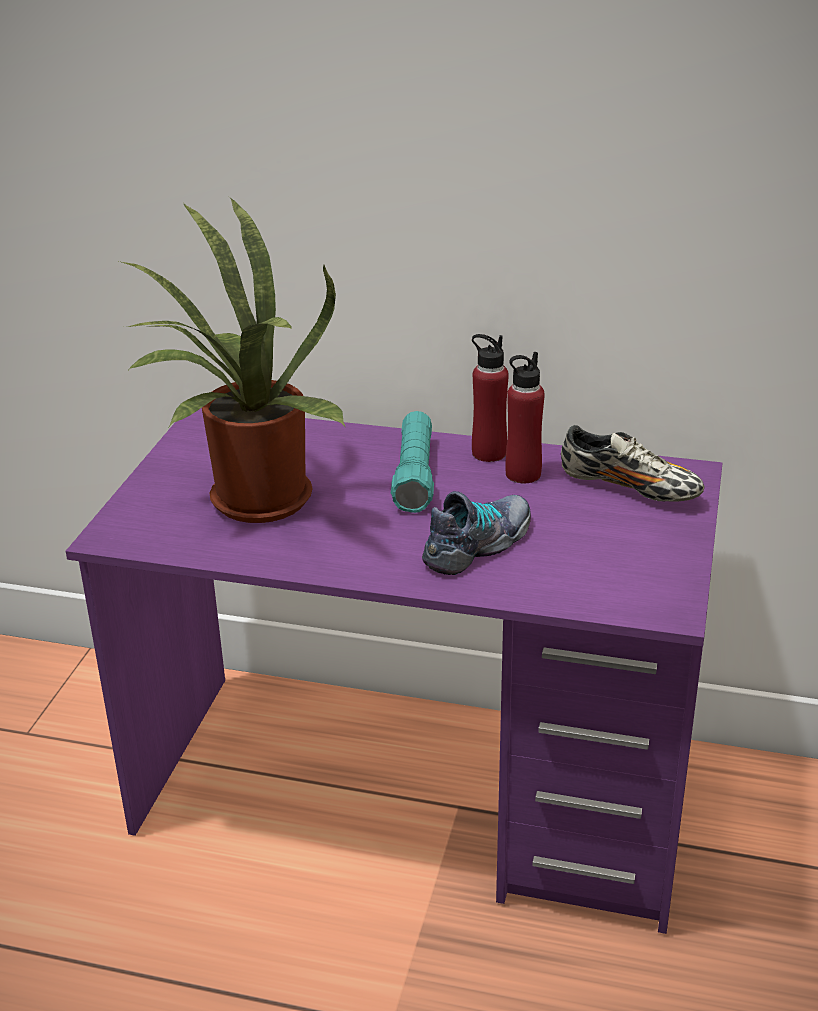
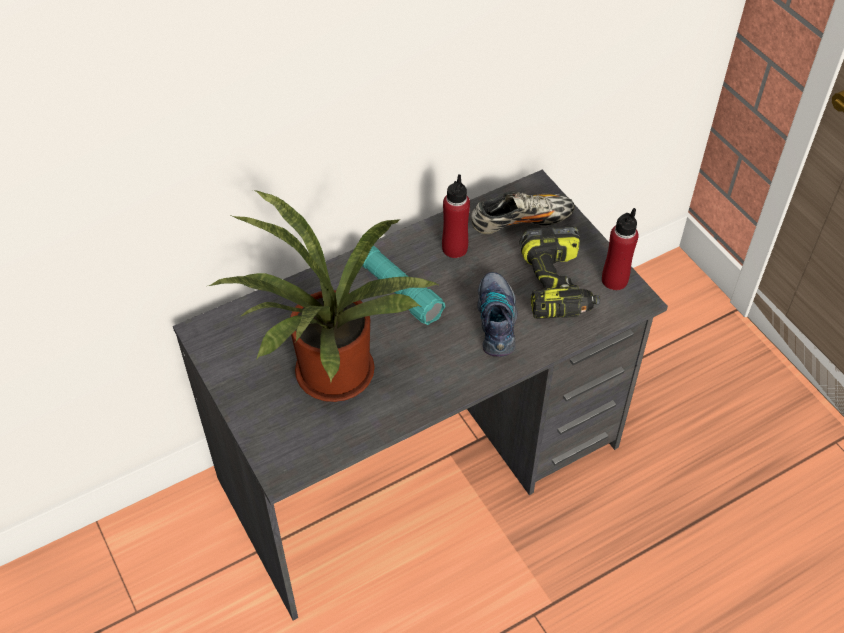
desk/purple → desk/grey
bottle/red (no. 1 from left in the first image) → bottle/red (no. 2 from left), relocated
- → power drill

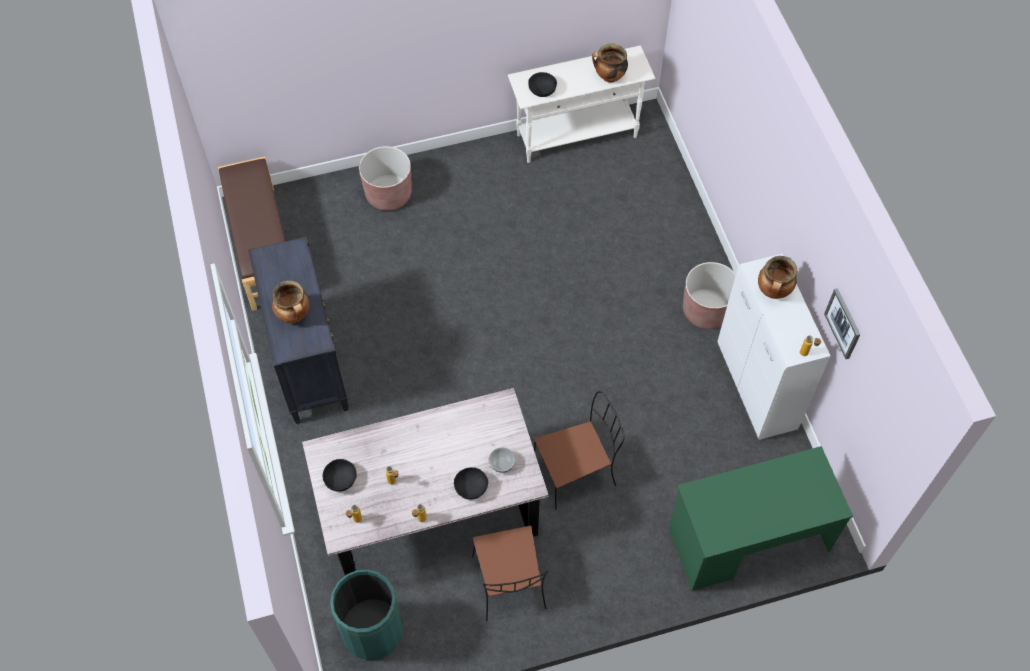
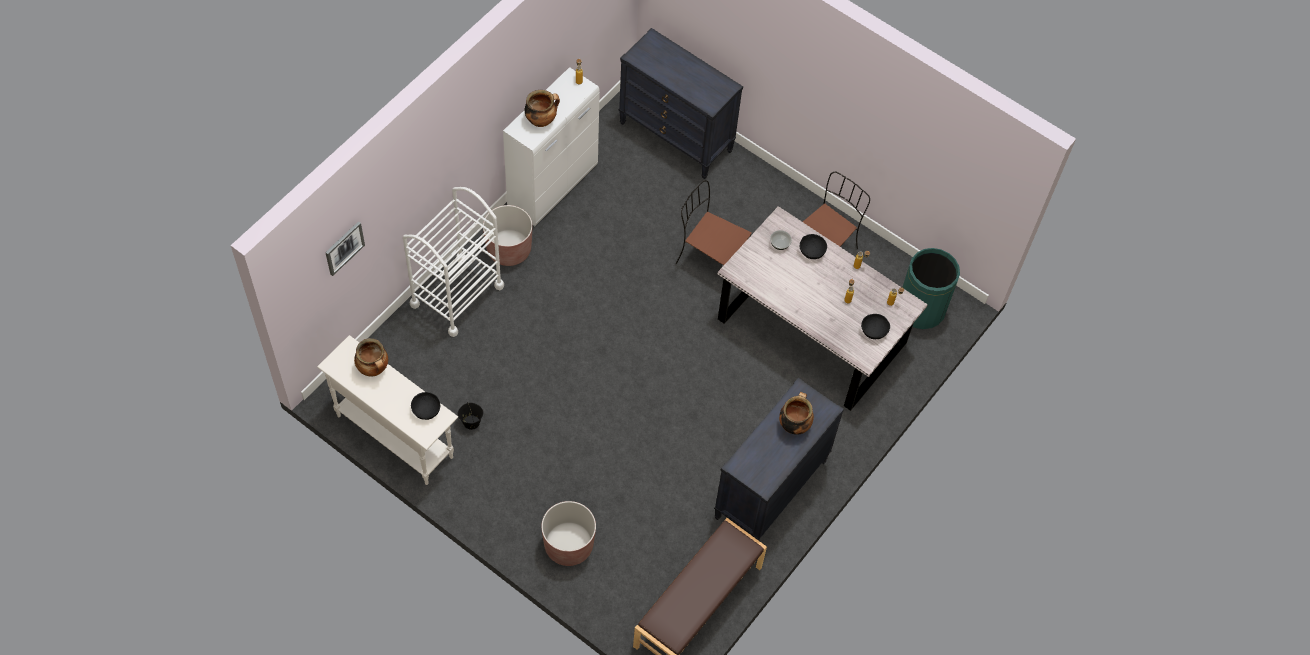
desk/green → dresser/black (no. 1 from left)
picture, relocated
- → cart/white
- → bucket/black

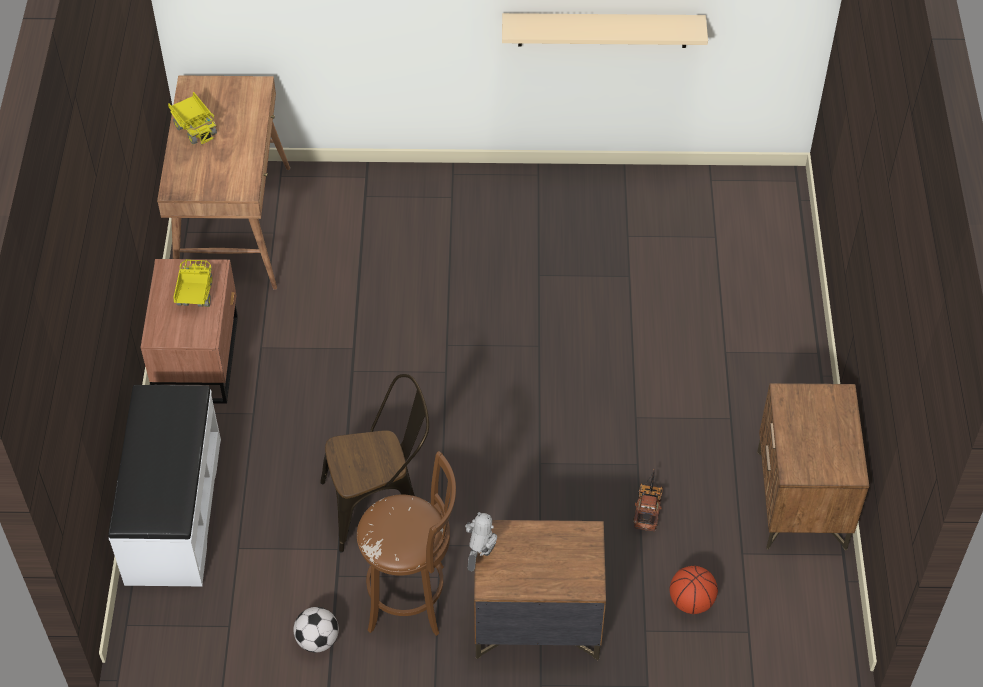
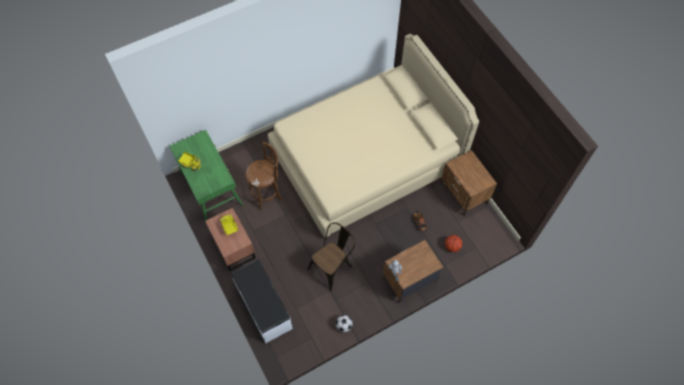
desk/brown → desk/green
stool/brown, relocated
shelf/beige → -
- → bed/beige

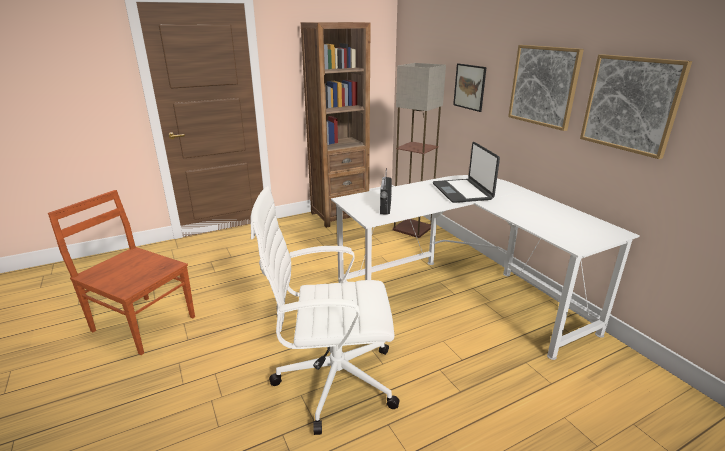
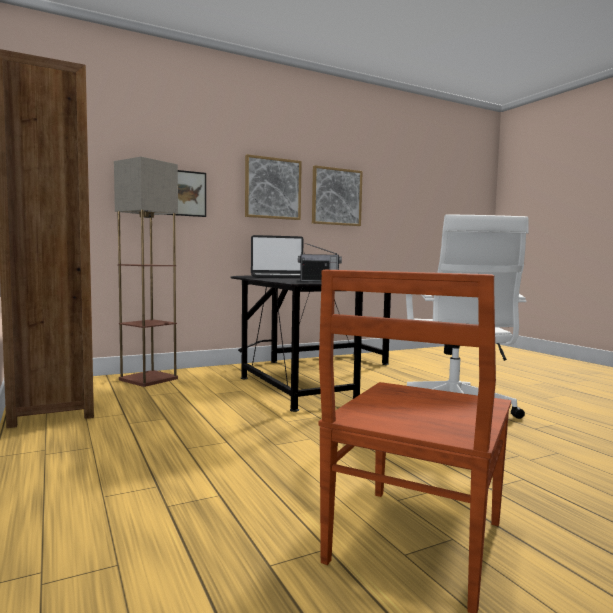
desk/white → desk/black

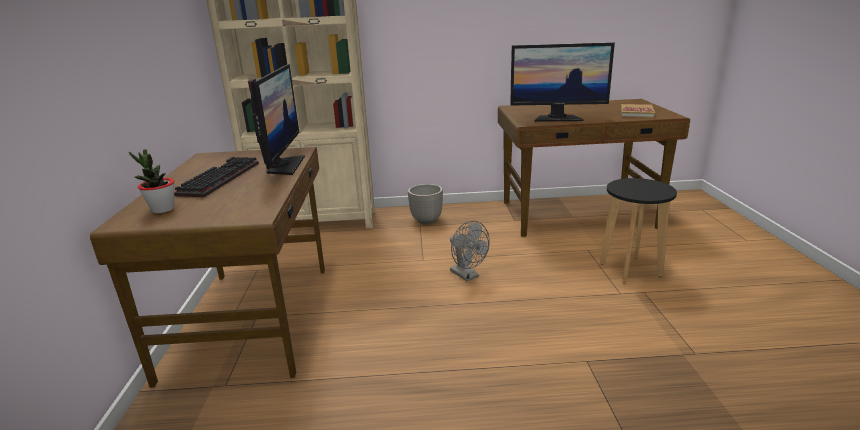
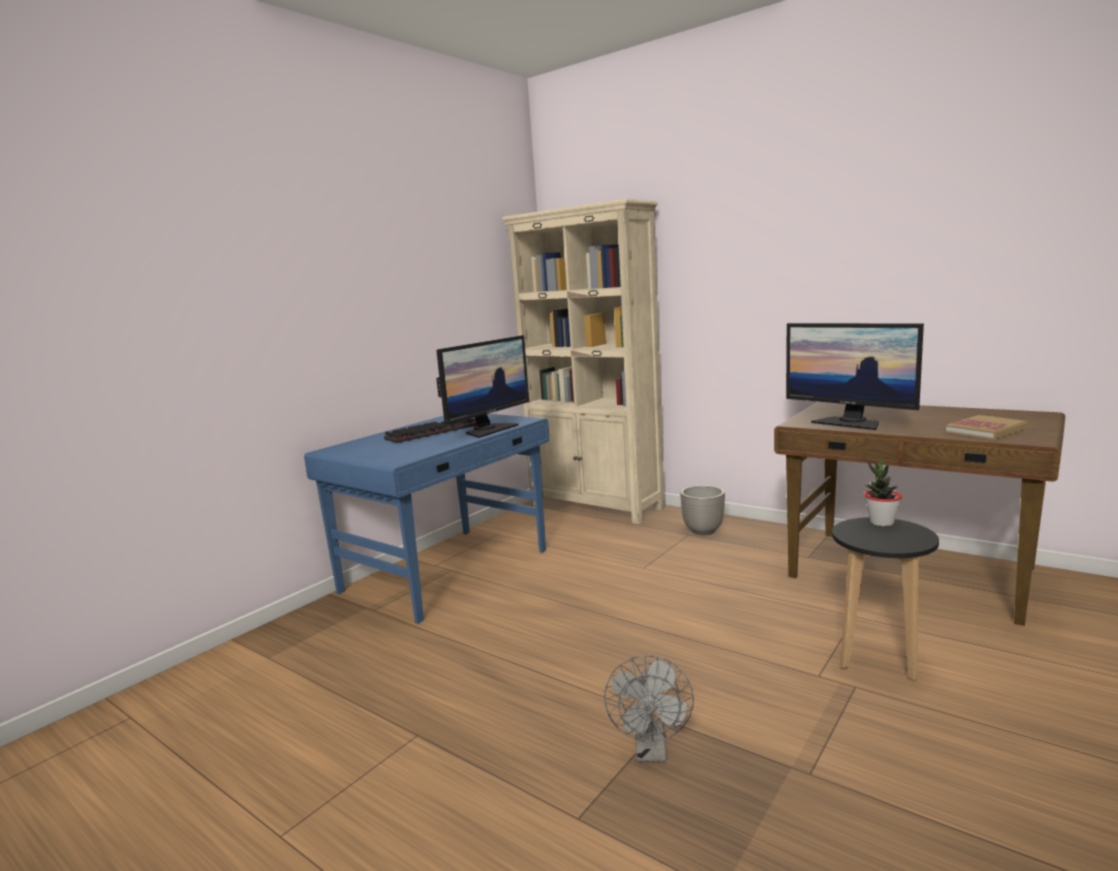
desk/brown (no. 1 from left) → desk/blue
potted plant, relocated
fan/grey, relocated

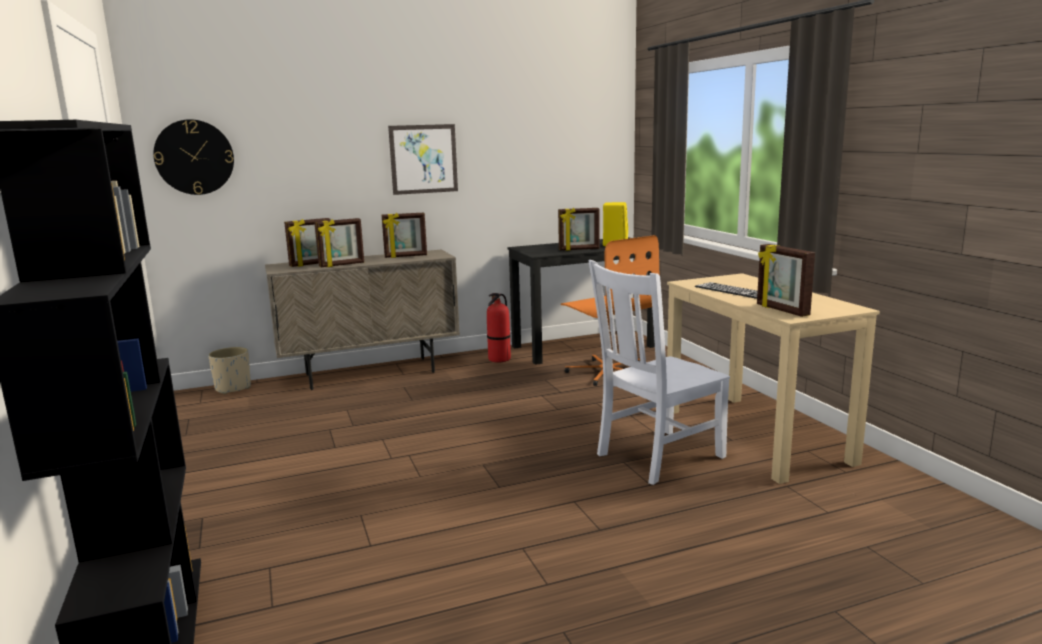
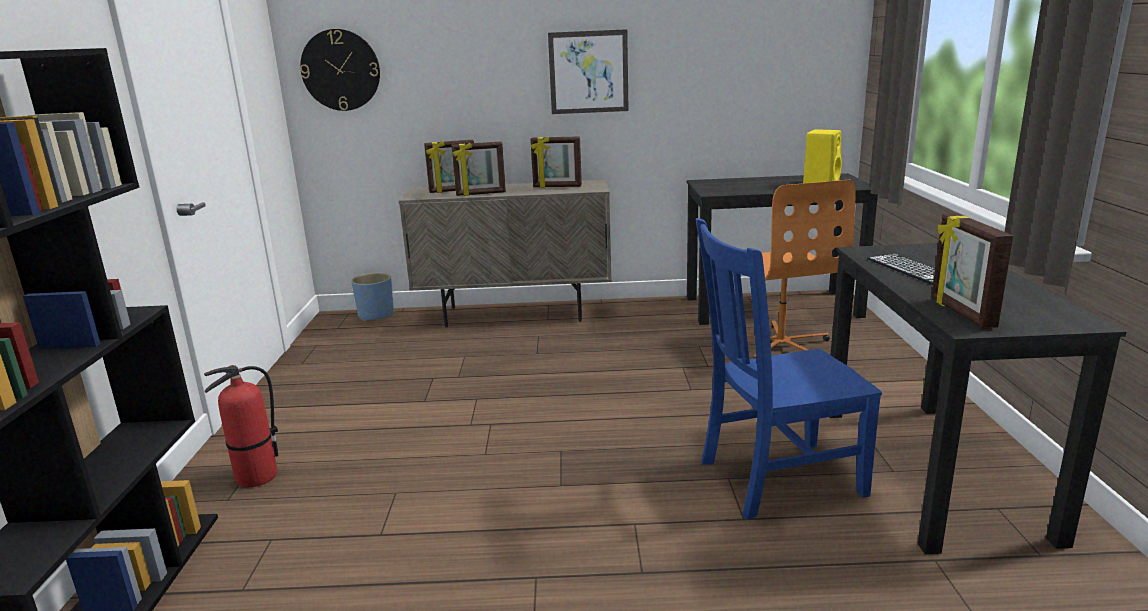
planter/beige → planter/blue
fire extinguisher, relocated
picture frame (no. 4 from left) → -
chair/white → chair/blue
desk/beige → desk/black (no. 2 from left)

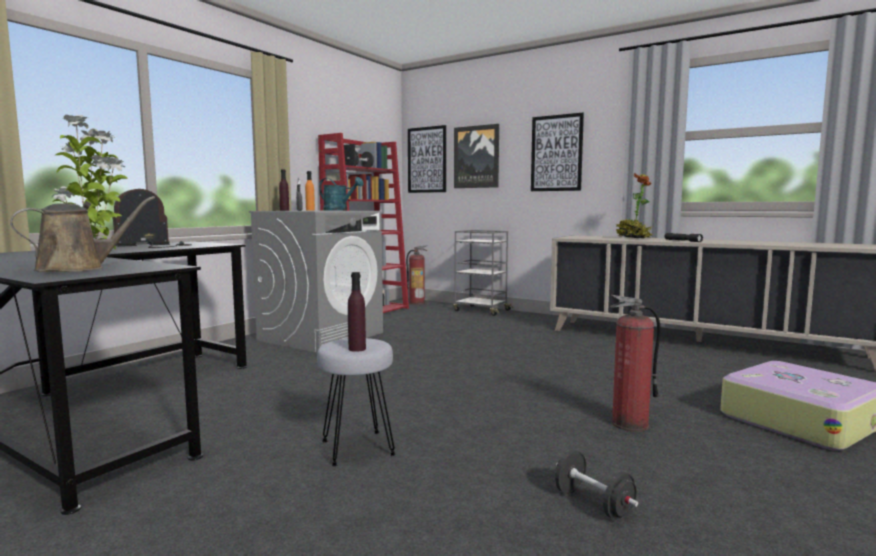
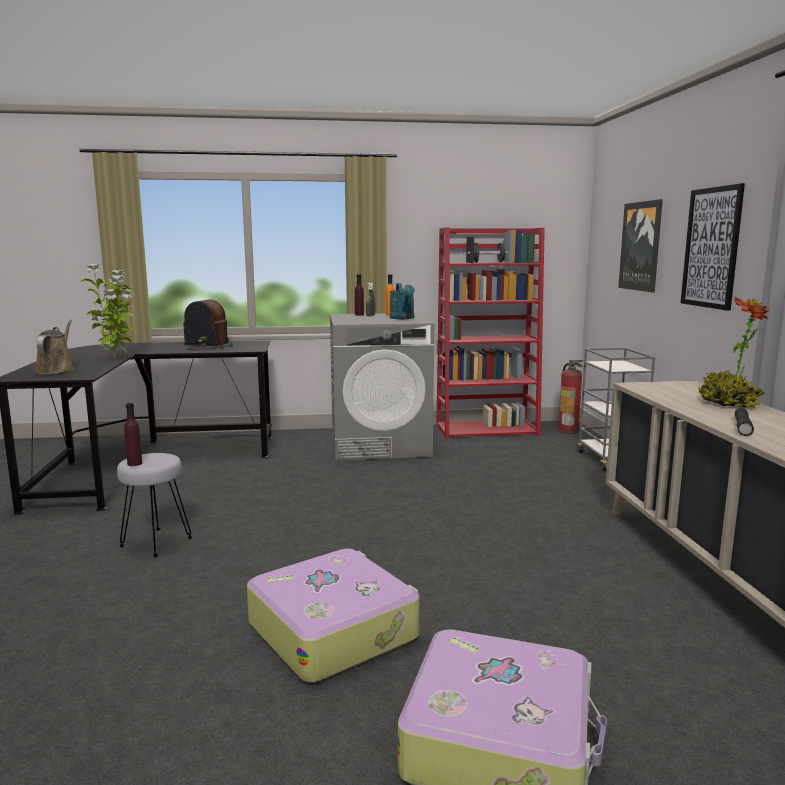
watering can/brown, 105 degrees counterclockwise
picture (no. 1 from left) → -
dumbbell/black (no. 2 from left) → -
fire extinguisher (no. 2 from left) → suitcase (no. 1 from left)

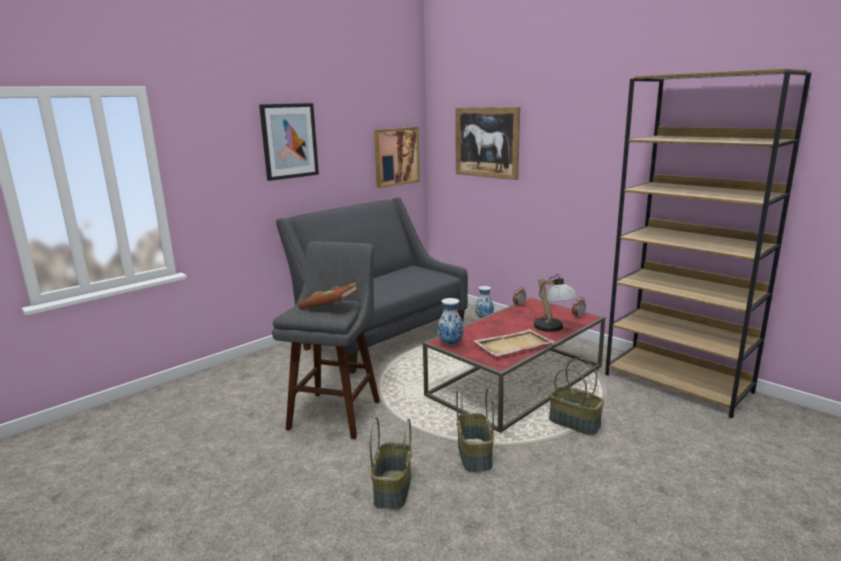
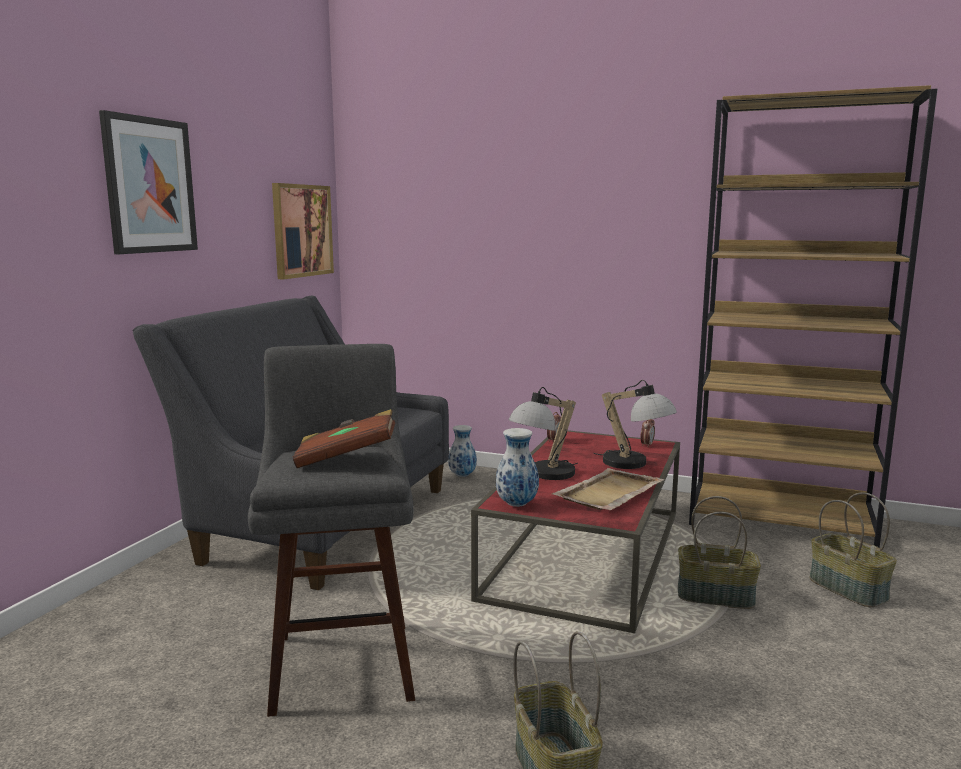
picture (no. 3 from left) → -
basket (no. 2 from left in the first image) → basket (no. 3 from left), relocated
- → table lamp (no. 1 from left)

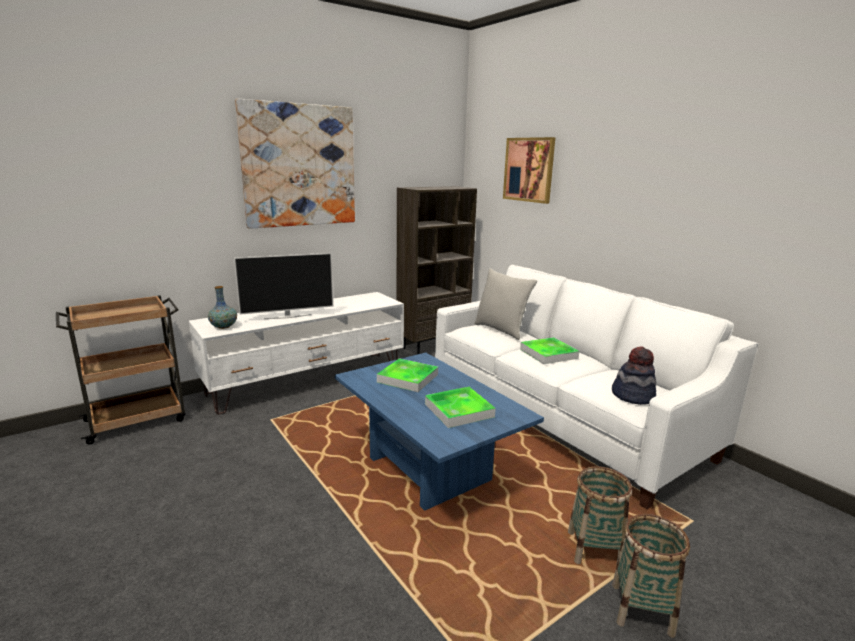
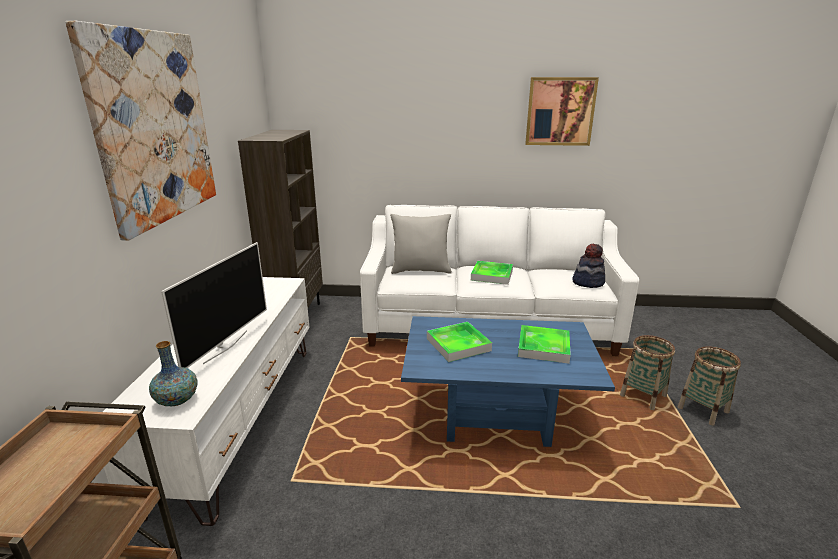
picture (no. 2 from left), relocated

